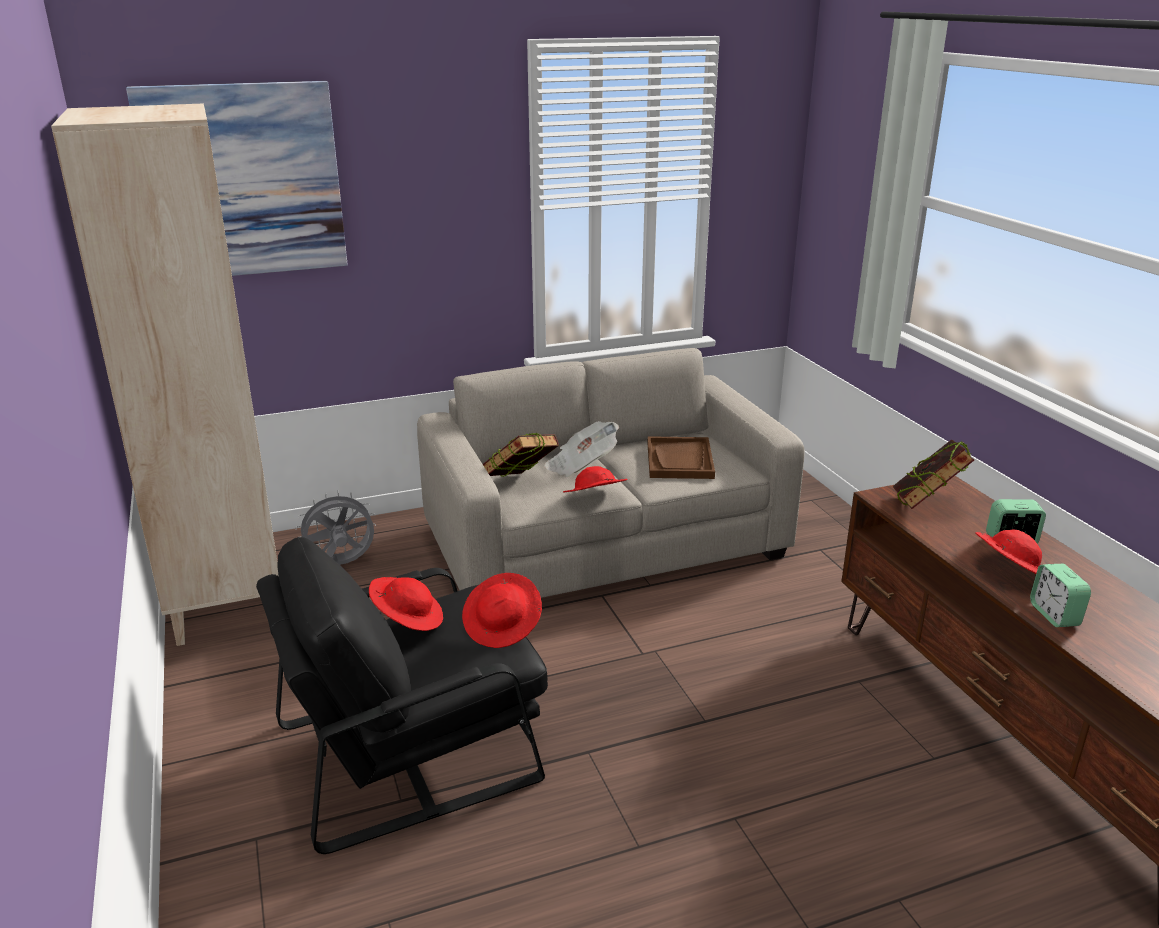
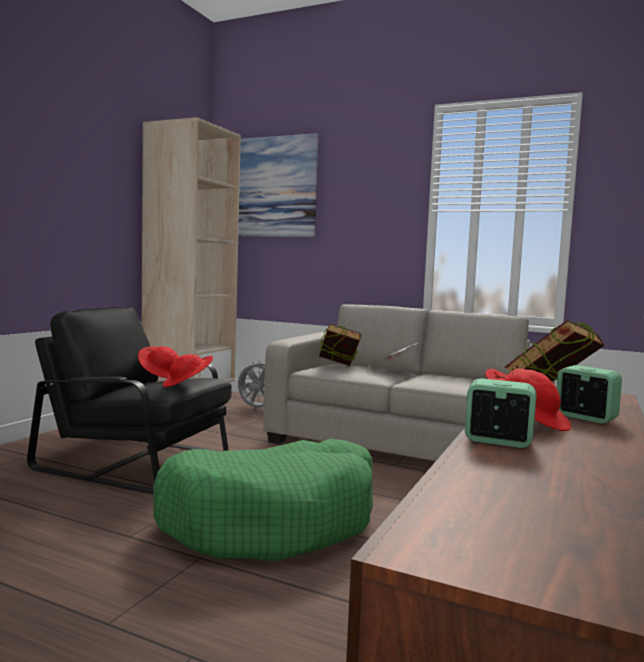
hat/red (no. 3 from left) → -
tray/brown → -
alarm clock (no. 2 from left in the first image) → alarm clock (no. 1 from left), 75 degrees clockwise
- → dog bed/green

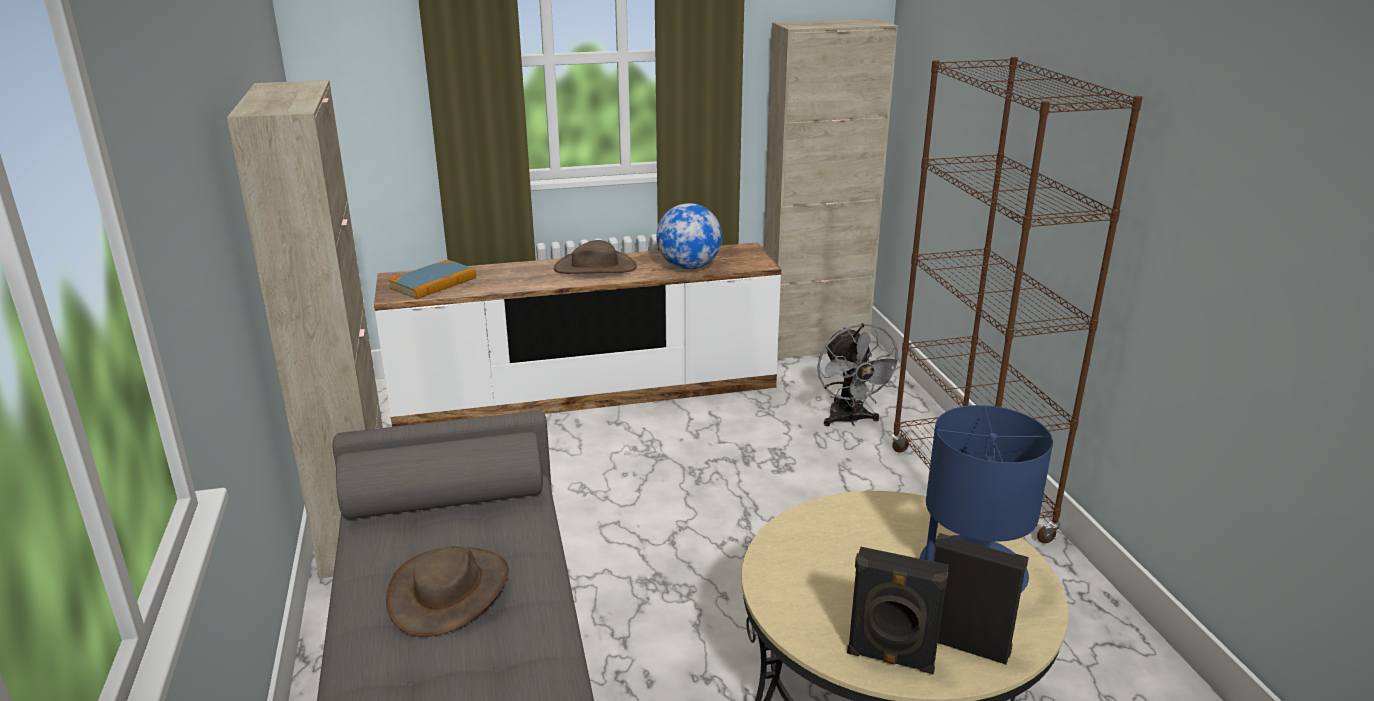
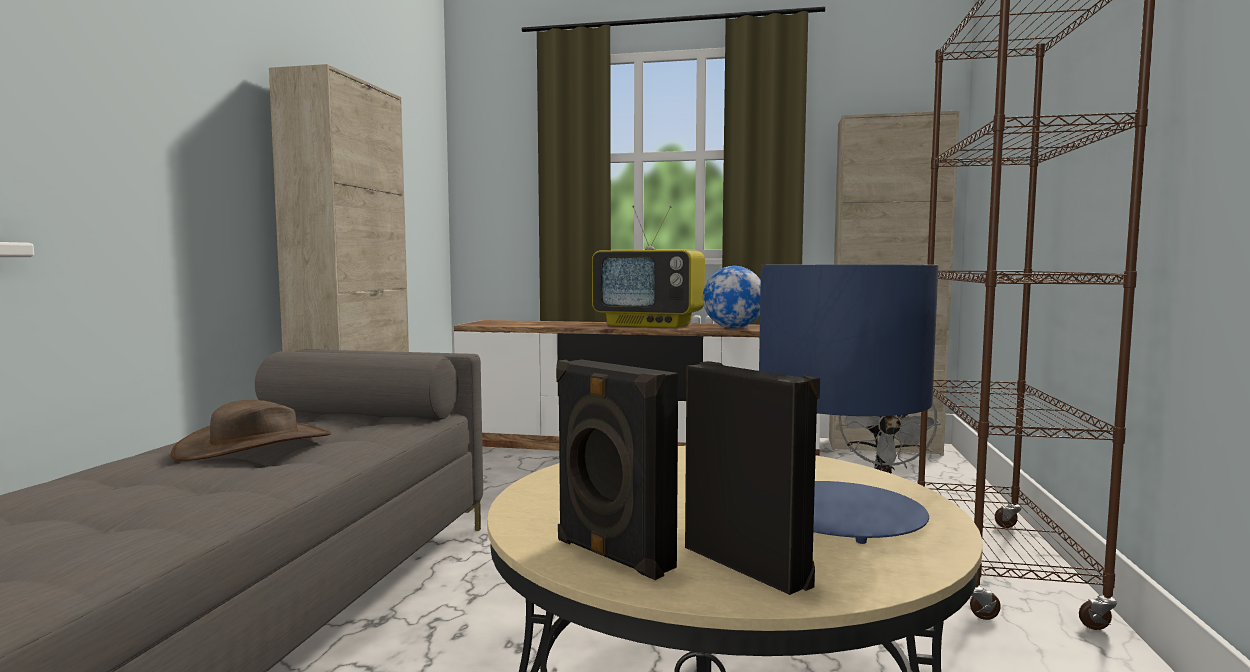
book → -
hat/brown (no. 2 from left) → television

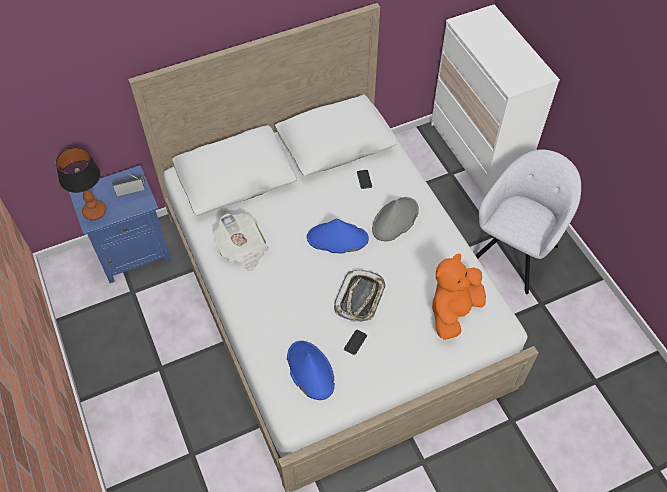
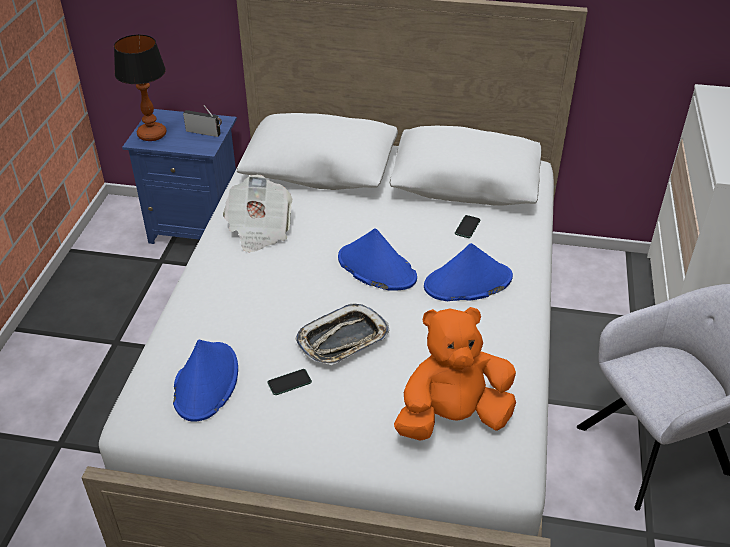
hat/grey → hat/blue (no. 3 from left)

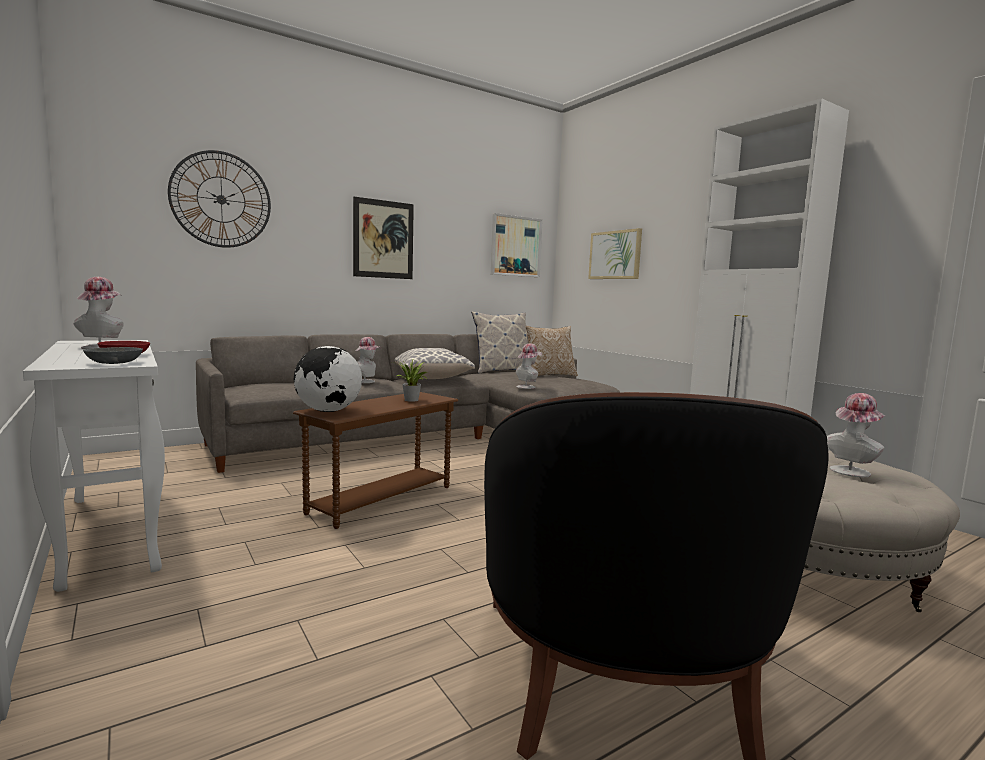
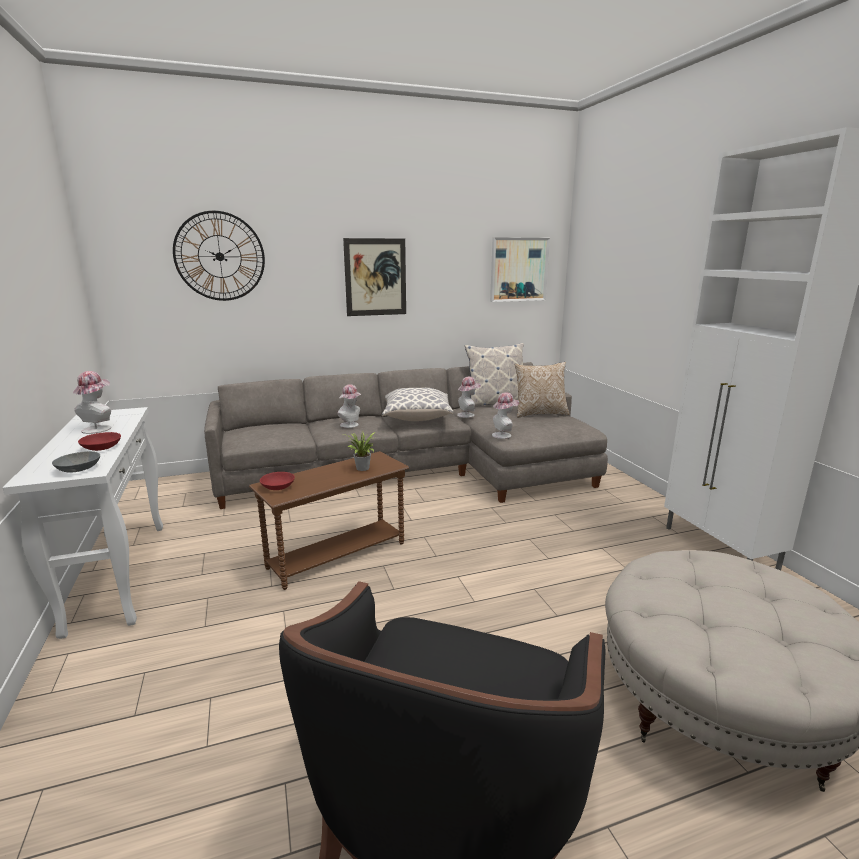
globe → bowl/red (no. 2 from left)
picture (no. 3 from left) → -
hat (no. 4 from left in the first image) → hat (no. 3 from left), relocated

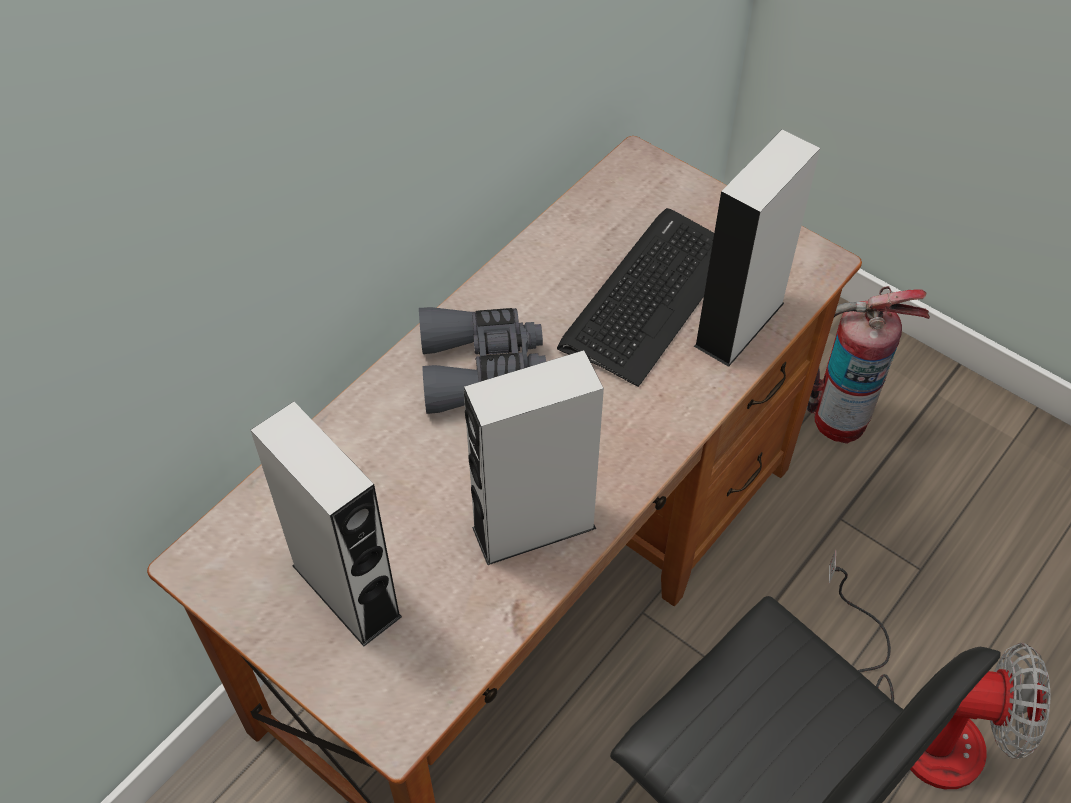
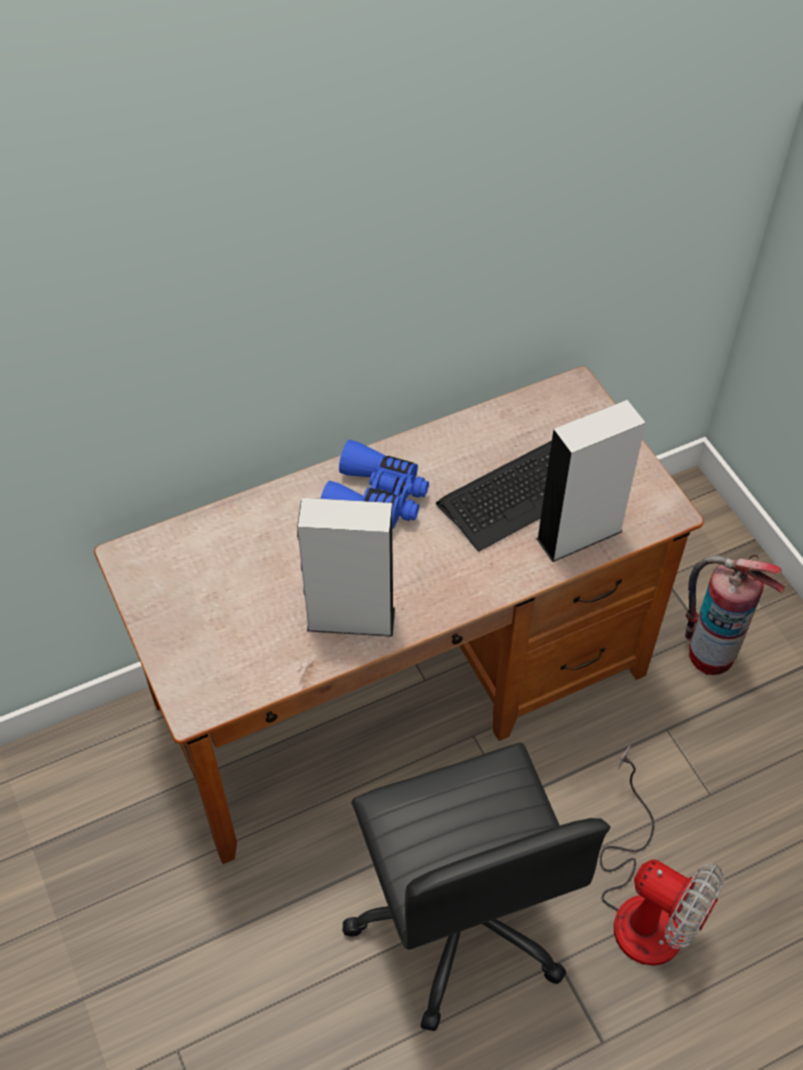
speaker/grey (no. 1 from left) → -
binoculars/grey → binoculars/blue

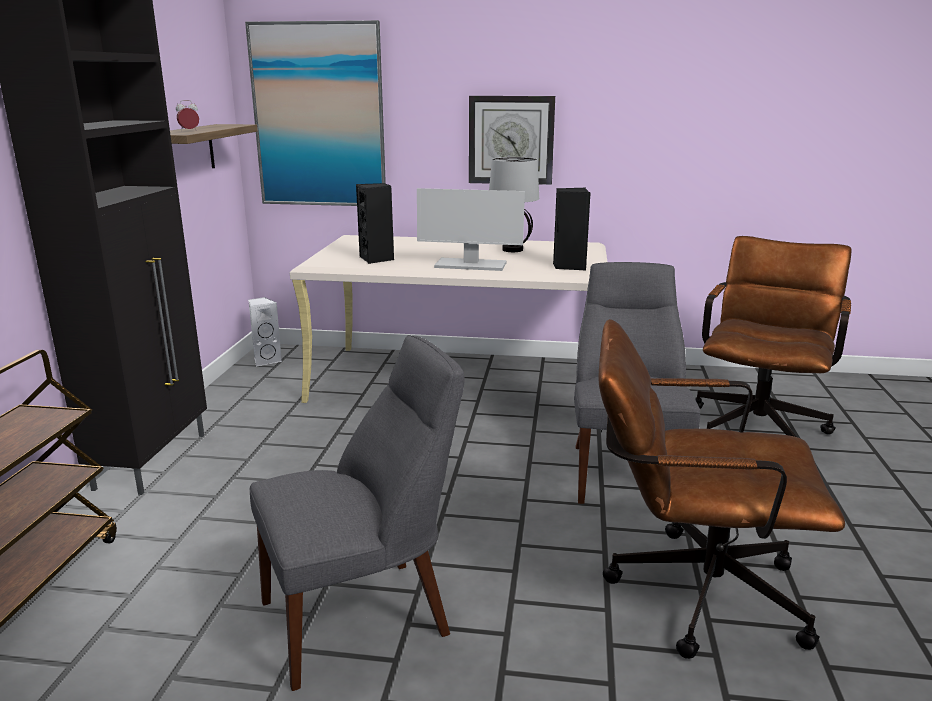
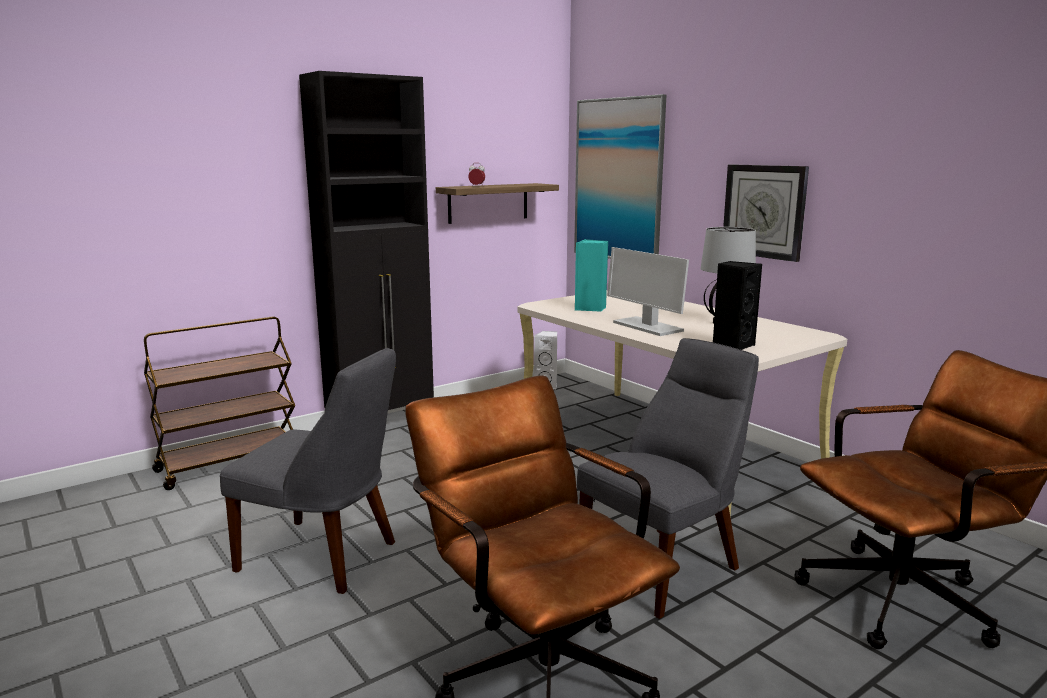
speaker/black (no. 1 from left) → speaker/turquoise

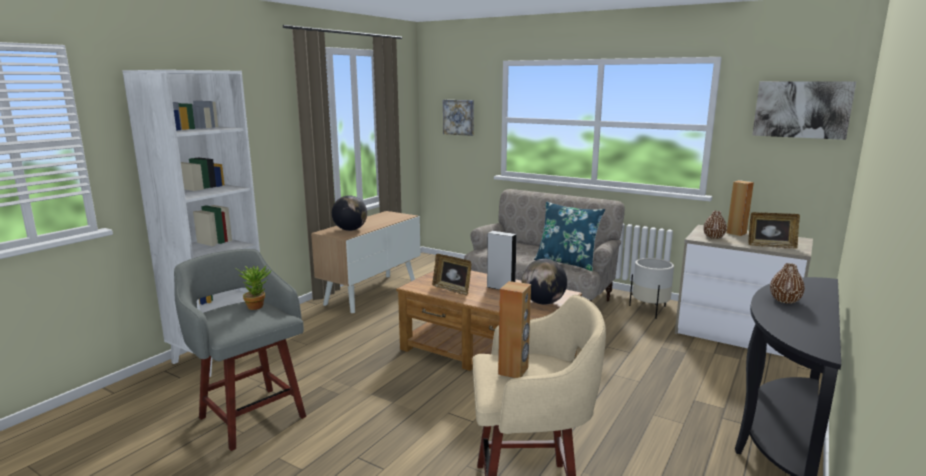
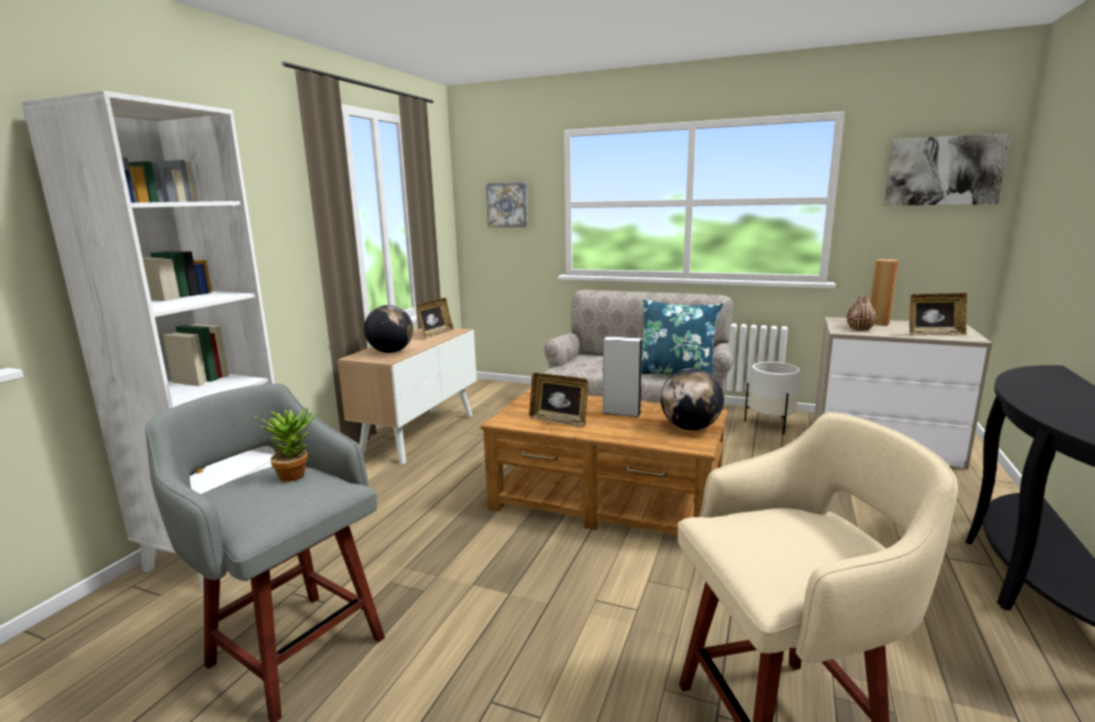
speaker/brown (no. 1 from left) → -
vase/brown (no. 2 from left) → -
- → picture frame (no. 1 from left)

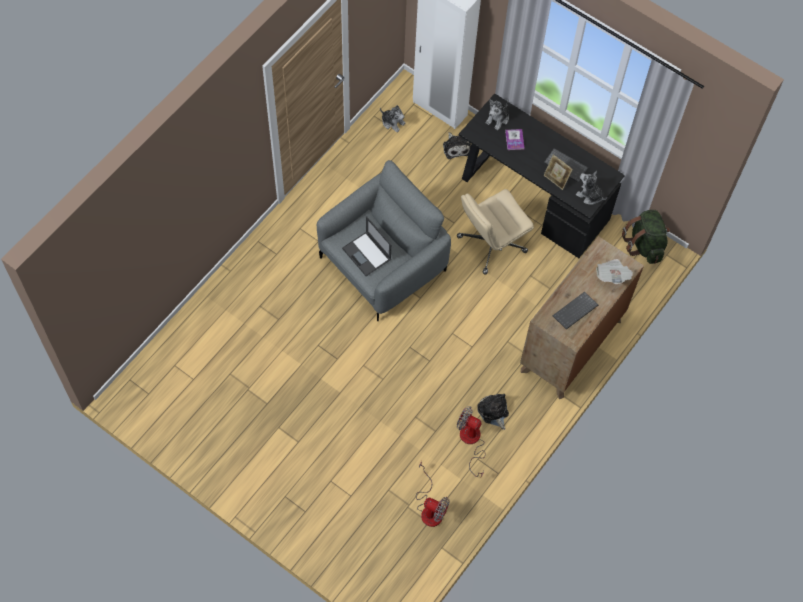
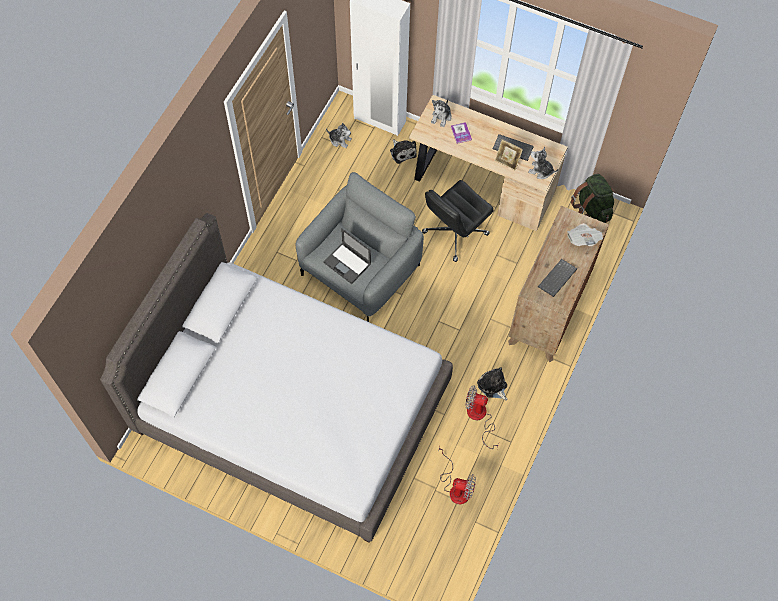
office chair/beige → office chair/black
desk/black → desk/beige
- → bed/grey

